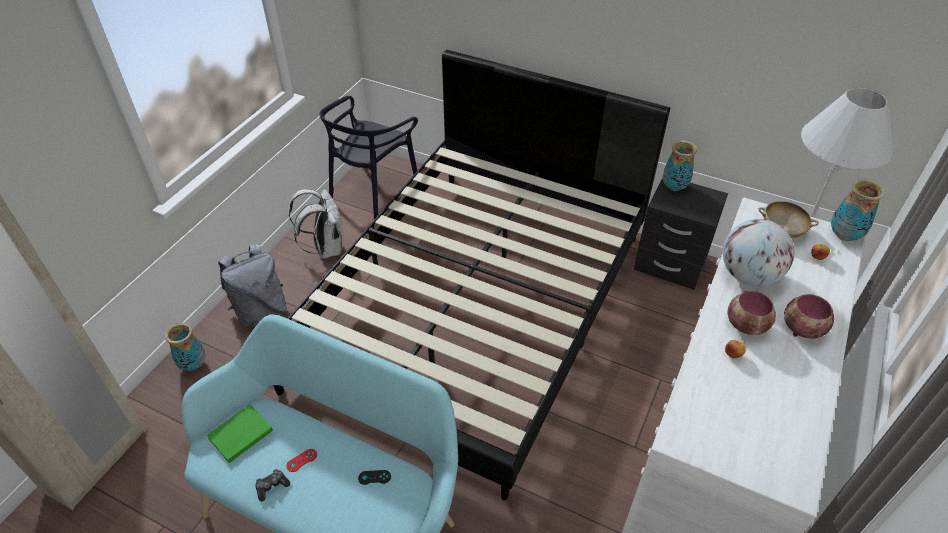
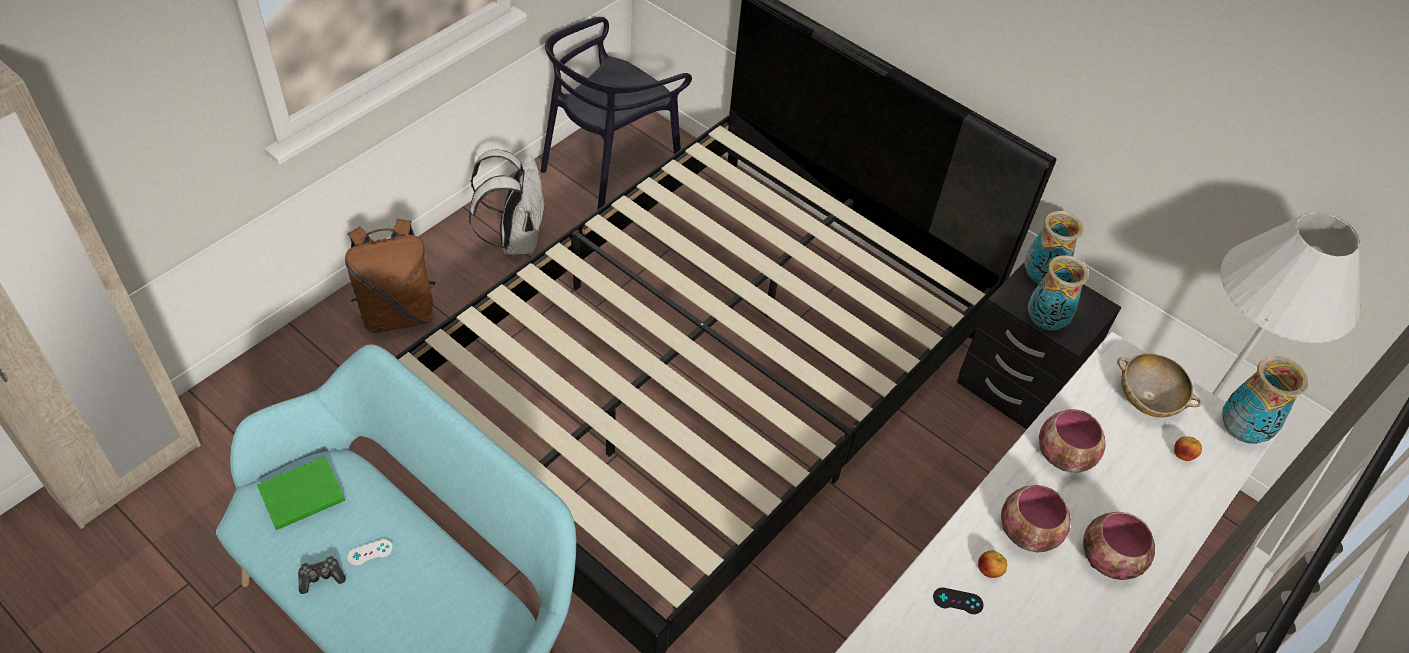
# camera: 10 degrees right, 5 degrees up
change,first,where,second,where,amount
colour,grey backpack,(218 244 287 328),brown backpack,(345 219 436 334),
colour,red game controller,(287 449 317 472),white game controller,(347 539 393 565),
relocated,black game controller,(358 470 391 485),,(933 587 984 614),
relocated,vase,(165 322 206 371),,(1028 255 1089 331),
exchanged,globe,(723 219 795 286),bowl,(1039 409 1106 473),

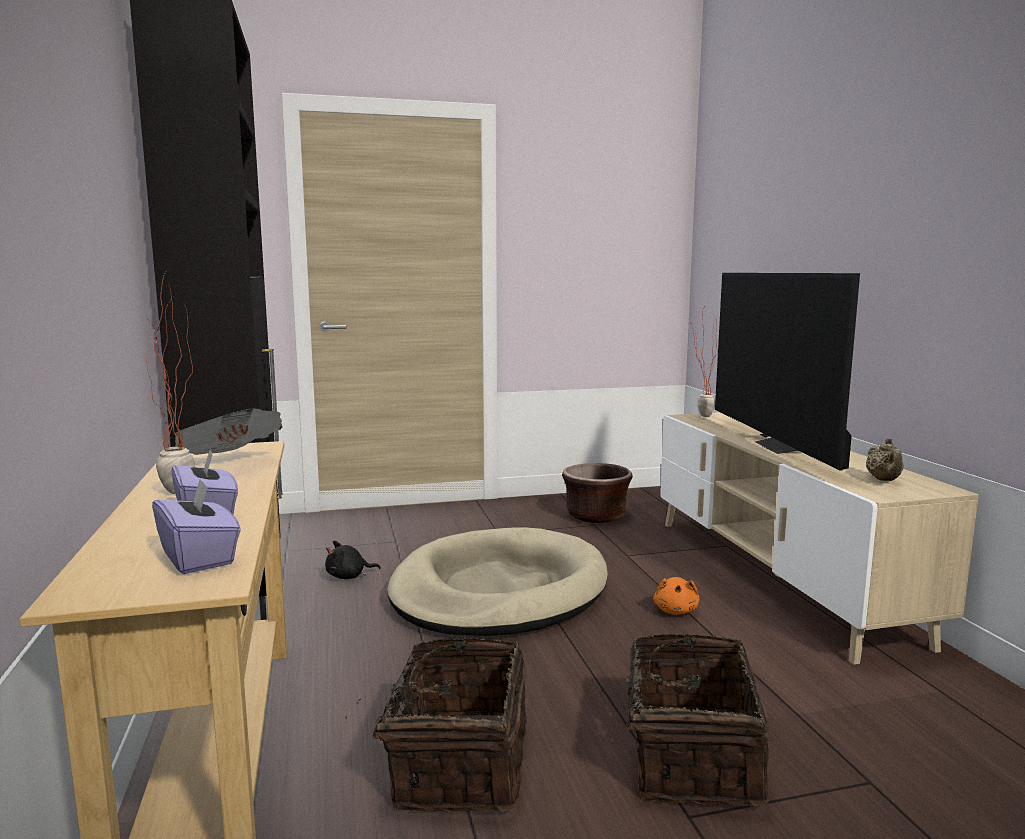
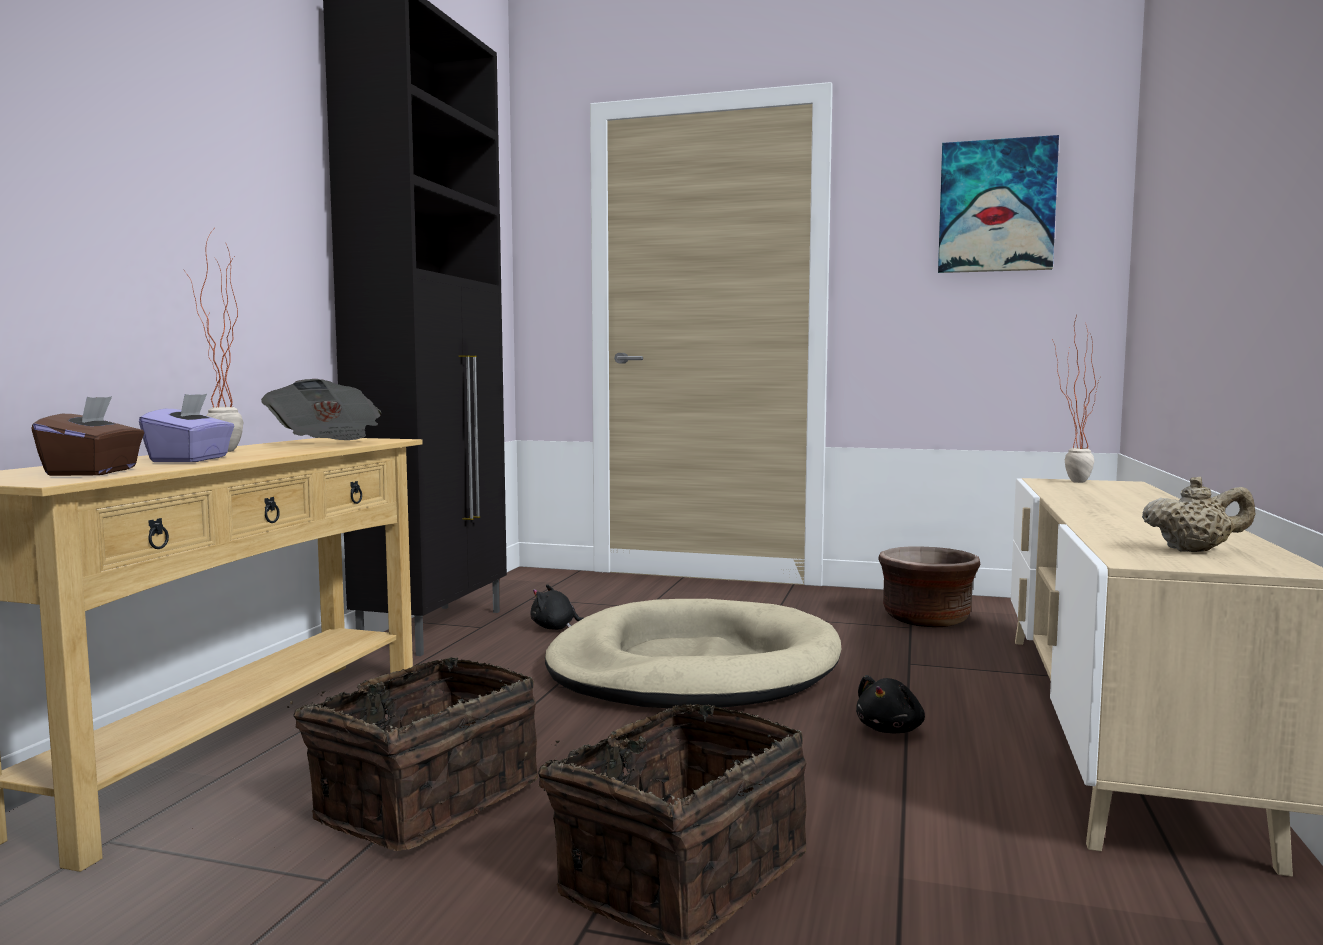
# camera: 30 degrees right, 5 degrees down
change,first,where,second,where,amount
colour,purple tissue box,(152 477 241 574),brown tissue box,(31 396 144 476),
colour,orange plush toy,(653 577 699 615),black plush toy,(856 675 925 733),
appeared,,,picture,(938 135 1059 273),
spun,beige teapot,(866 438 904 481),,(1142 477 1255 552),120 degrees counterclockwise
missing,television,(715 273 860 471),,,

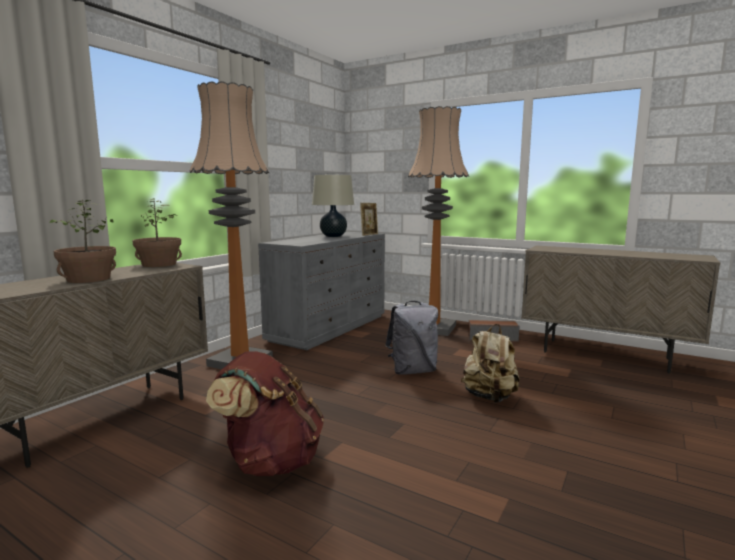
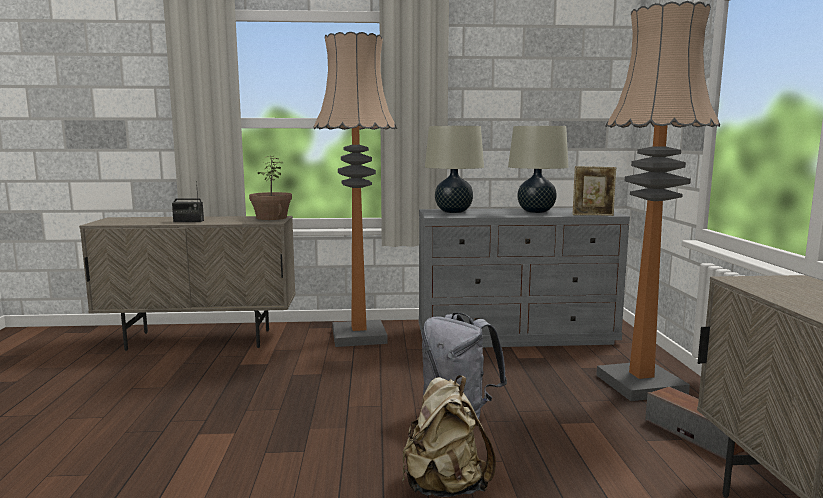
# camera: 55 degrees right, 0 degrees up
change,first,where,second,where,amount
exchanged,potted plant,(50 200 116 283),radio,(172 181 204 222),
appeared,,,beige table lamp,(425 126 484 213),
missing,brown backpack,(206 351 324 476),,,

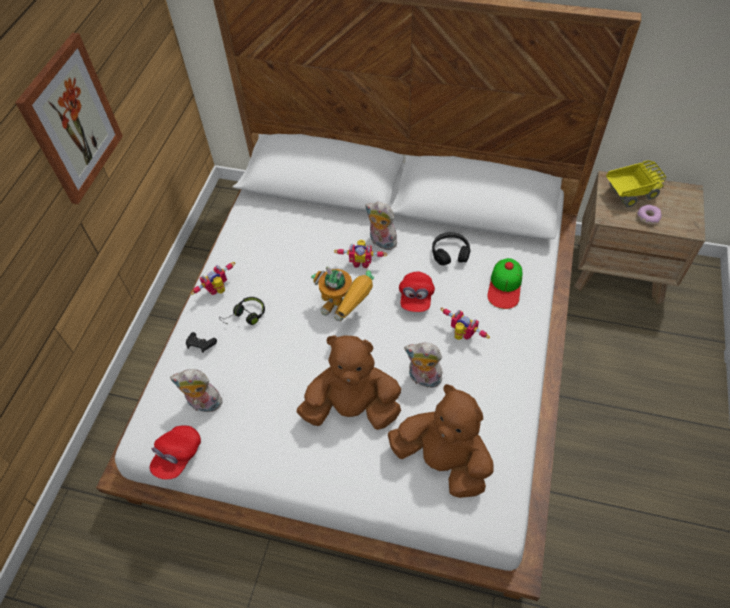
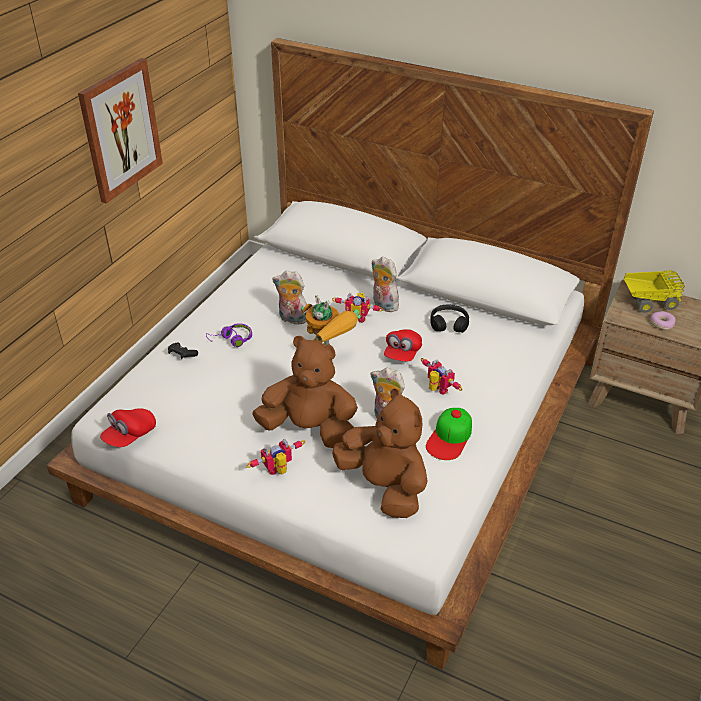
# camera: 10 degrees right, 15 degrees down
change,first,where,second,where,amount
colour,black headphones,(219 297 265 325),purple headphones,(206 323 252 347),
relocated,toy robot,(190 262 235 295),,(246 439 305 475),
relocated,plush toy,(170 369 224 413),,(272 270 307 324),
relocated,cap,(488 258 522 309),,(426 408 472 460),

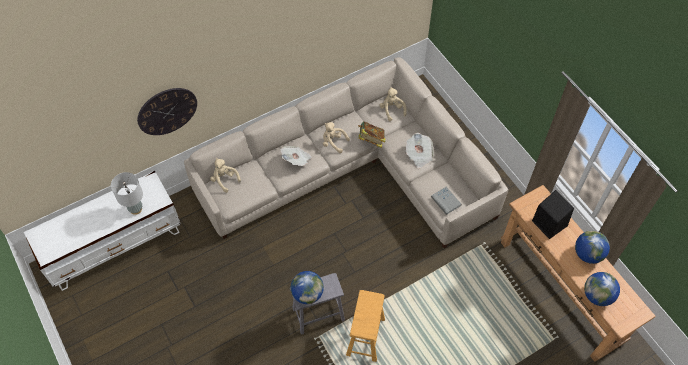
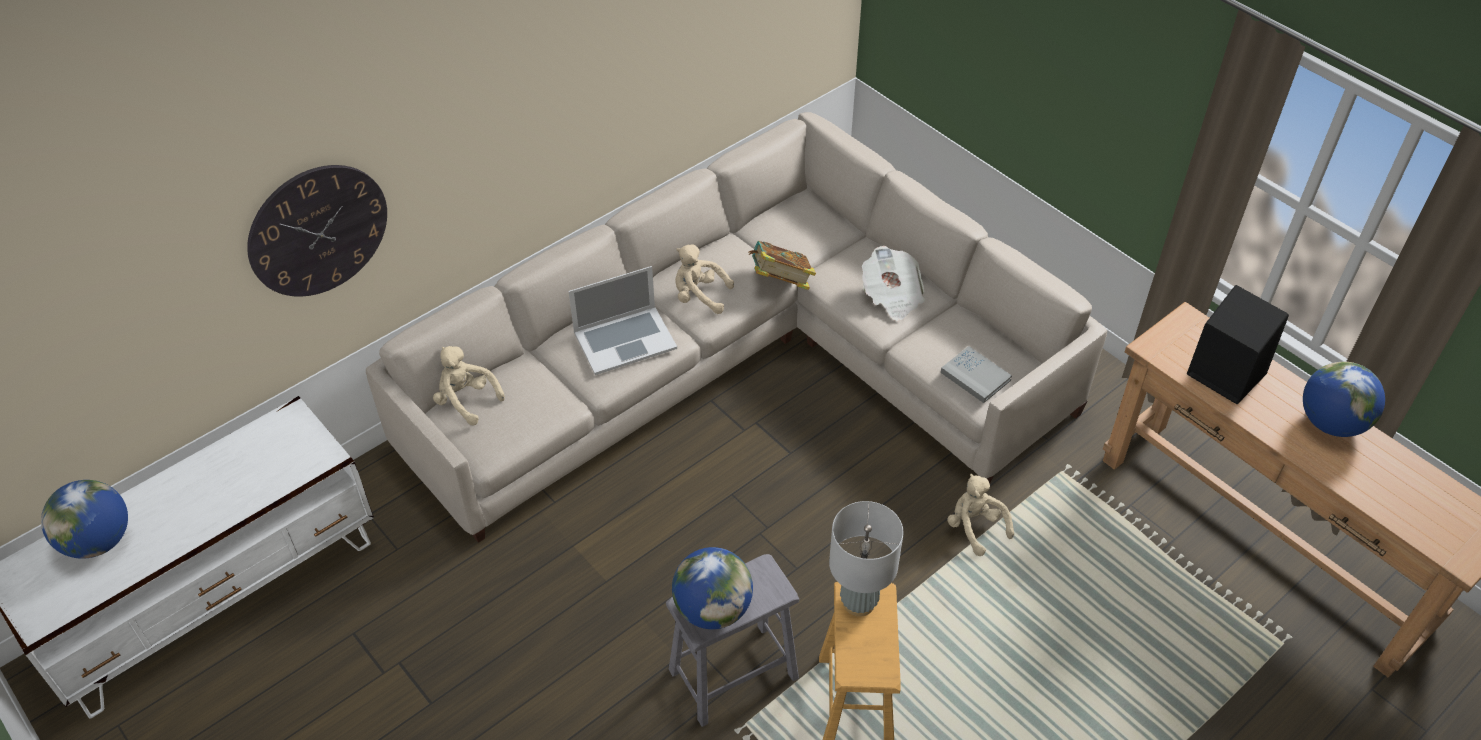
# camera: 10 degrees left, 10 degrees down
change,first,where,second,where,amount
relocated,globe,(584 272 620 306),,(41 480 128 559),
exchanged,newspaper,(280 146 312 166),laptop,(569 266 677 375),
relocated,grey table lamp,(111 172 143 215),,(829 501 903 617),
relocated,beige plush toy,(380 88 406 121),,(947 474 1014 556),

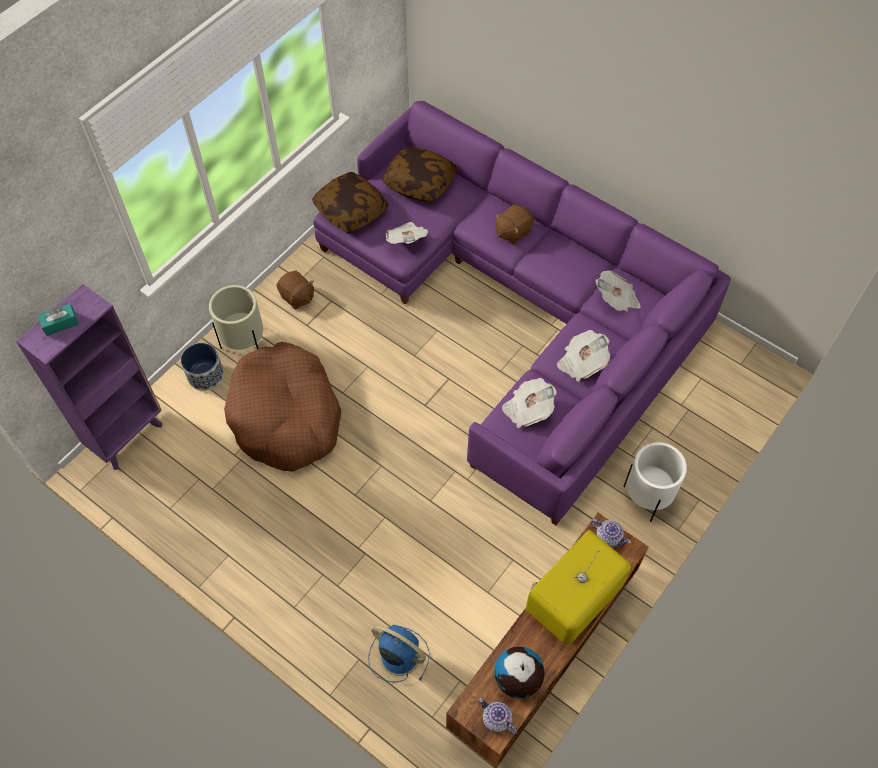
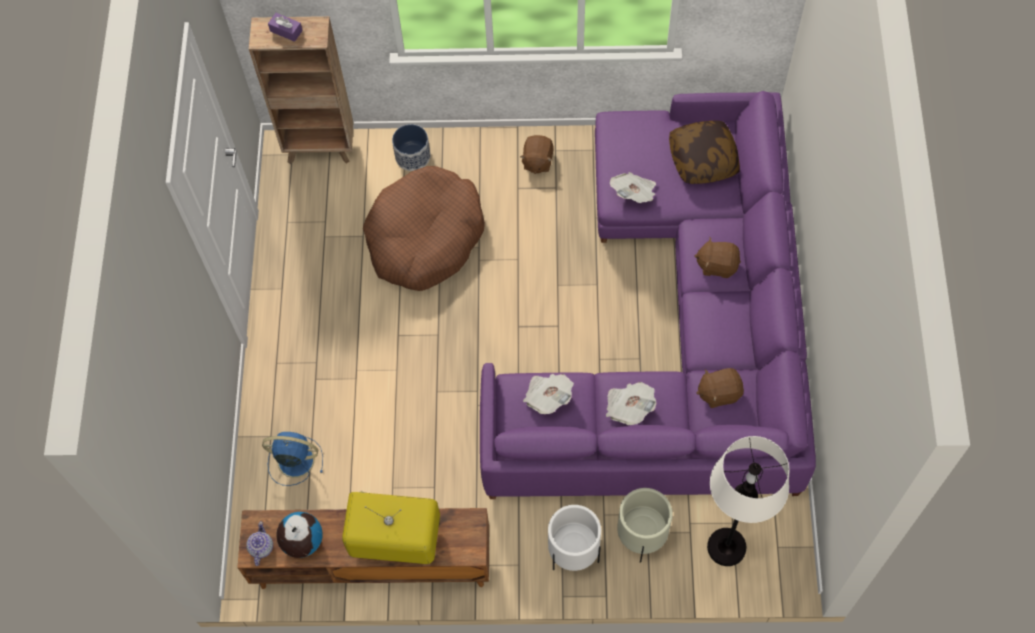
# camera: 55 degrees right, 5 degrees up
change,first,where,second,where,amount
colour,purple bookcase,(16 284 162 470),brown bookcase,(249 16 353 164),
spun,blue fan,(368 625 430 682),,(262 432 323 486),75 degrees counterclockwise
colour,turquoise tissue box,(38 304 79 336),purple tissue box,(268 13 303 42),
relocated,beige planter,(209 285 263 350),,(617 488 673 563),
exchanged,newspaper,(596 270 641 312),brown plush toy,(696 368 744 408),
appeared,,,white floor lamp,(707 436 790 566),
missing,pillow,(312 172 388 233),,,
missing,teapot,(591 519 631 547),,,

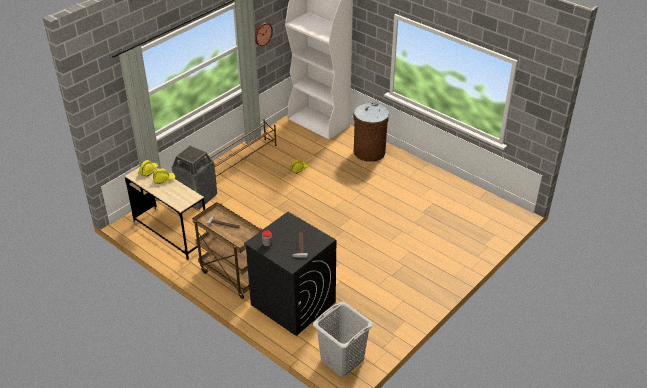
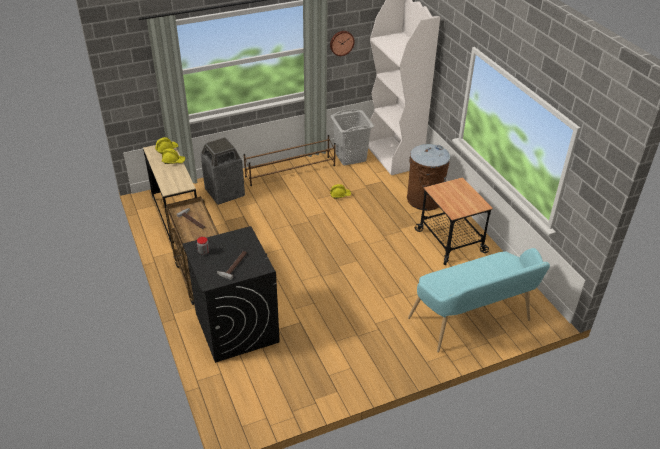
# camera: 25 degrees right, 0 degrees up
change,first,where,second,where,amount
relocated,grey laundry basket,(313 302 374 377),,(330 109 374 165),
appeared,,,turquoise bench,(408 248 550 352),
appeared,,,cart,(415 177 493 265),

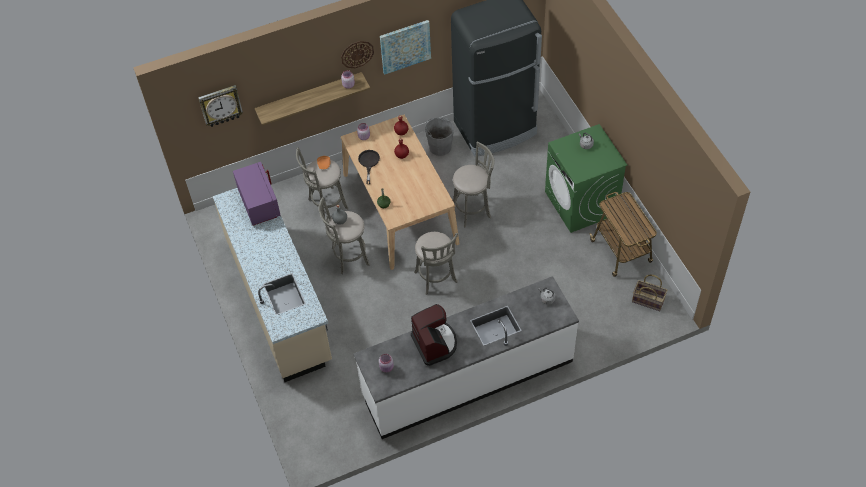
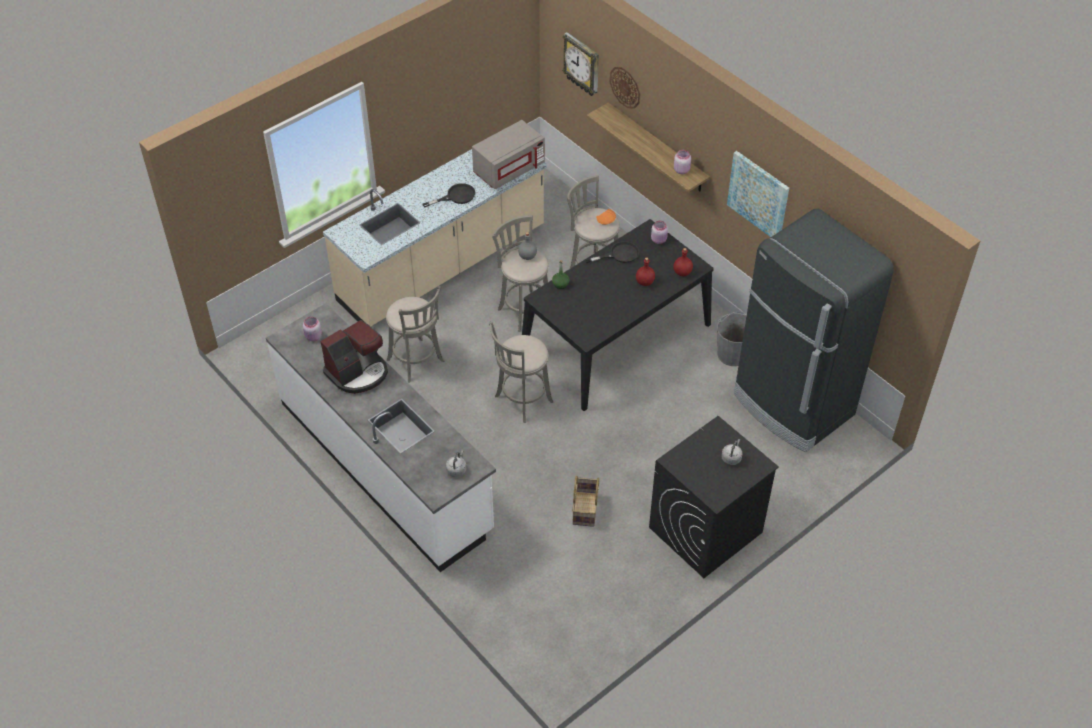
# camera: 70 degrees right, 5 degrees down
change,first,where,second,where,amount
relocated,grey stool,(453 142 494 228),,(386 286 444 383),
appeared,,,black frying pan,(423 183 475 207),
colour,purple microwave,(233 162 281 225),grey microwave,(472 120 545 189),
colour,beige dining table,(341 115 460 270),black dining table,(522 219 714 411),
relocated,basket,(632 275 667 311),,(572 476 599 527),
relocated,wall clock,(341 41 374 68),,(609 67 640 109),
colour,green washing machine,(545 124 627 233),black washing machine,(649 416 779 578),
missing,cart,(590 192 657 277),,,

